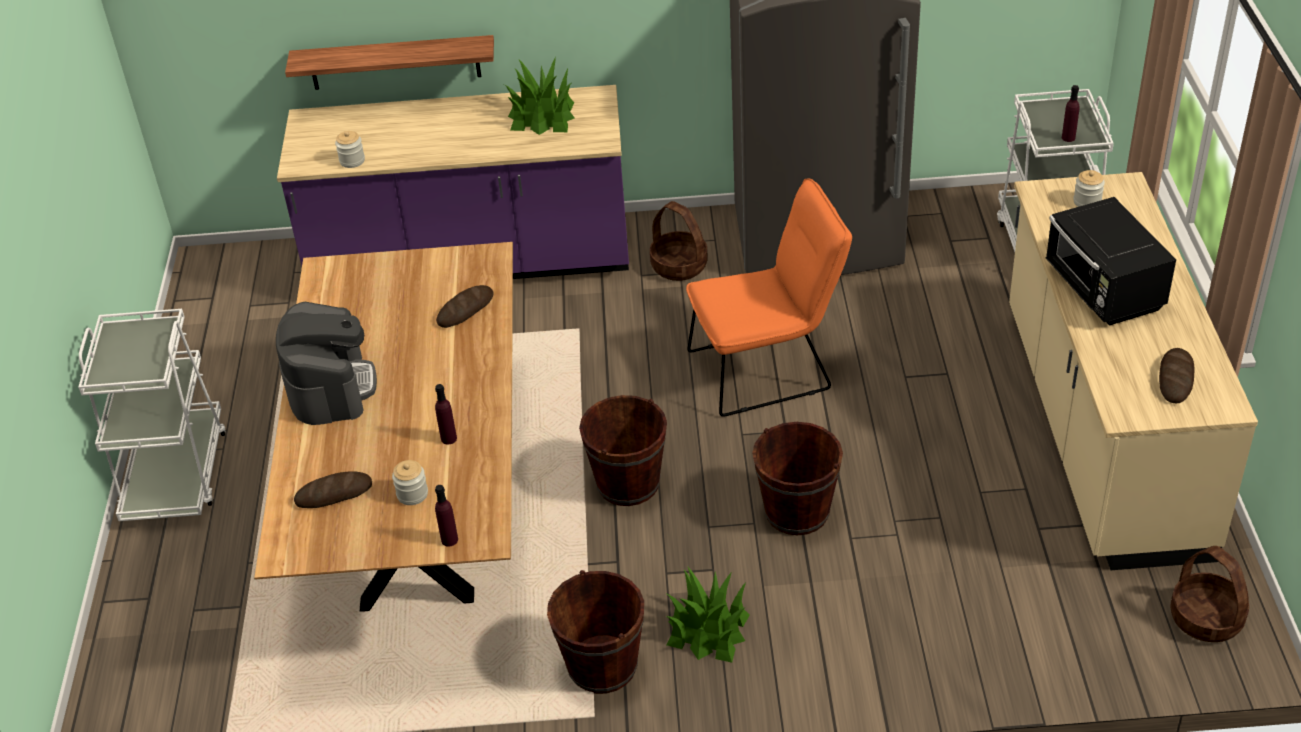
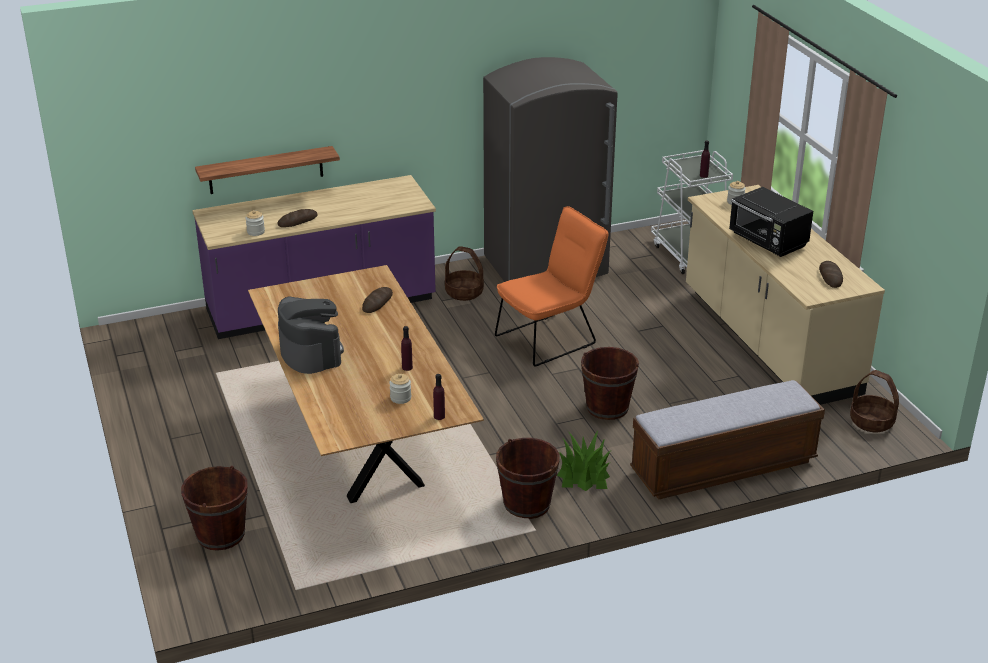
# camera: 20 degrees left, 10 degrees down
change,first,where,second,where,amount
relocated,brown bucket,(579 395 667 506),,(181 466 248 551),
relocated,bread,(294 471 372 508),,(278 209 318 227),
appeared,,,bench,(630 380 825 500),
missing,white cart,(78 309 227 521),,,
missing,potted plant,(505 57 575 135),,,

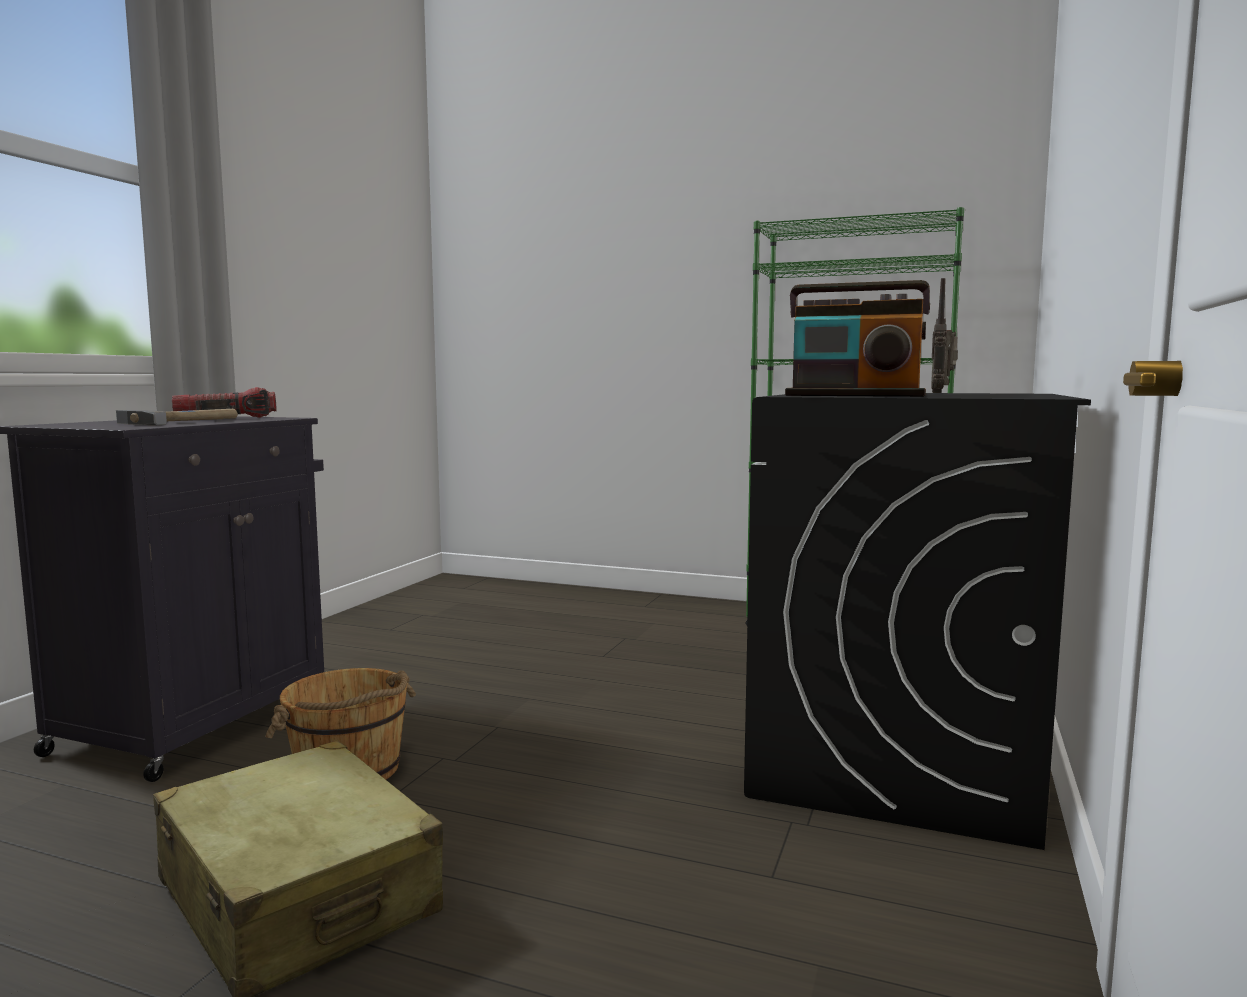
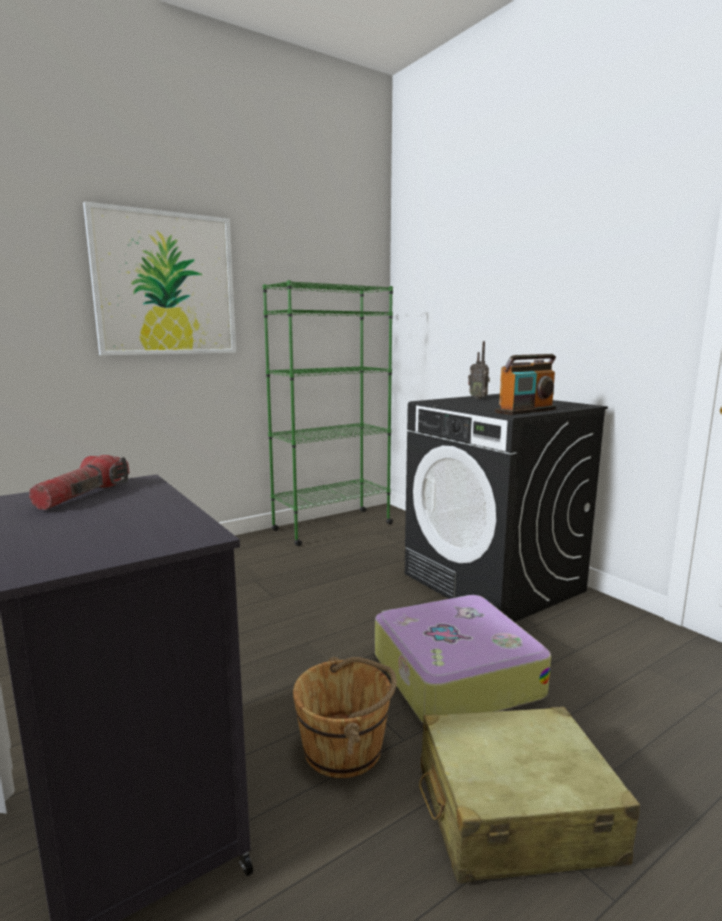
# camera: 55 degrees left, 5 degrees up
change,first,where,second,where,amount
appeared,,,picture,(83 201 236 356),
appeared,,,suitcase,(375 595 551 723),
missing,hammer,(116 409 238 425),,,

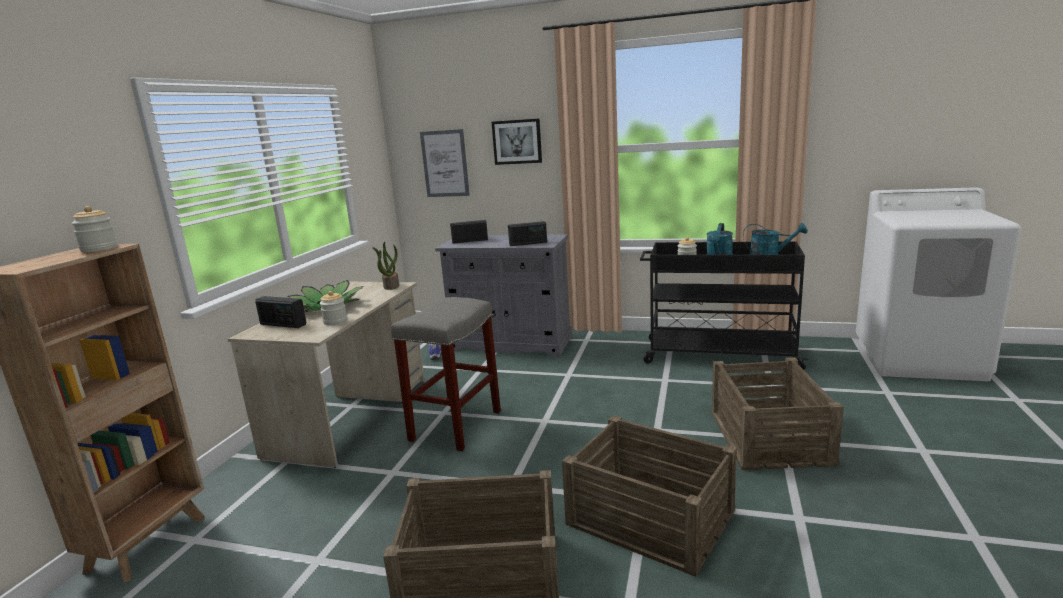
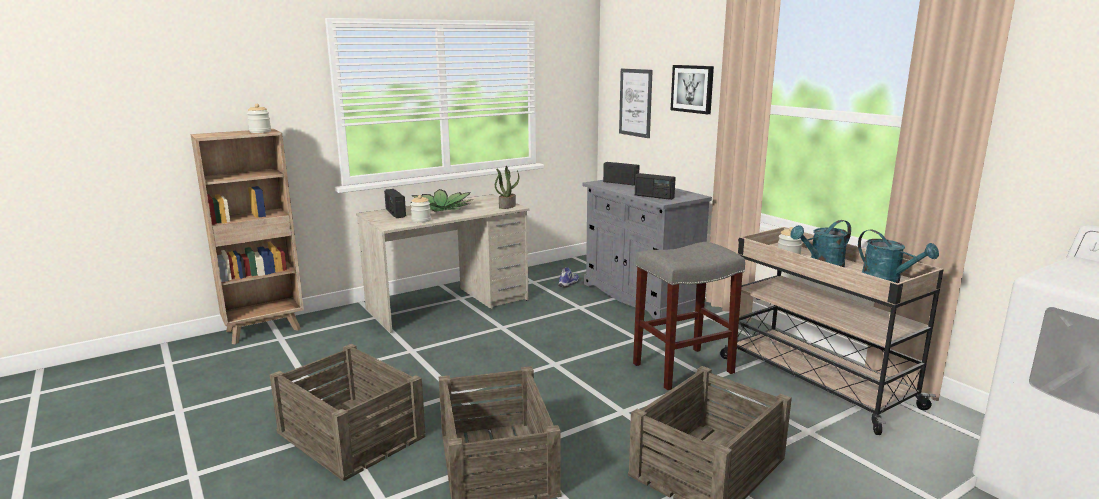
# camera: 40 degrees right, 0 degrees up
change,first,where,second,where,amount
relocated,grey stool,(391 297 501 451),,(633 242 745 390),
colour,black cart,(640 241 808 370),beige cart,(720 227 943 435),

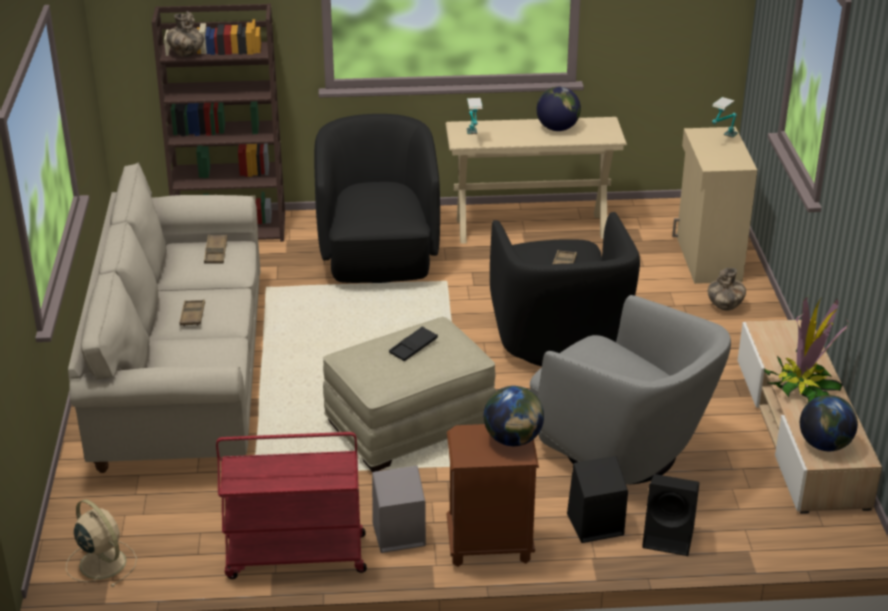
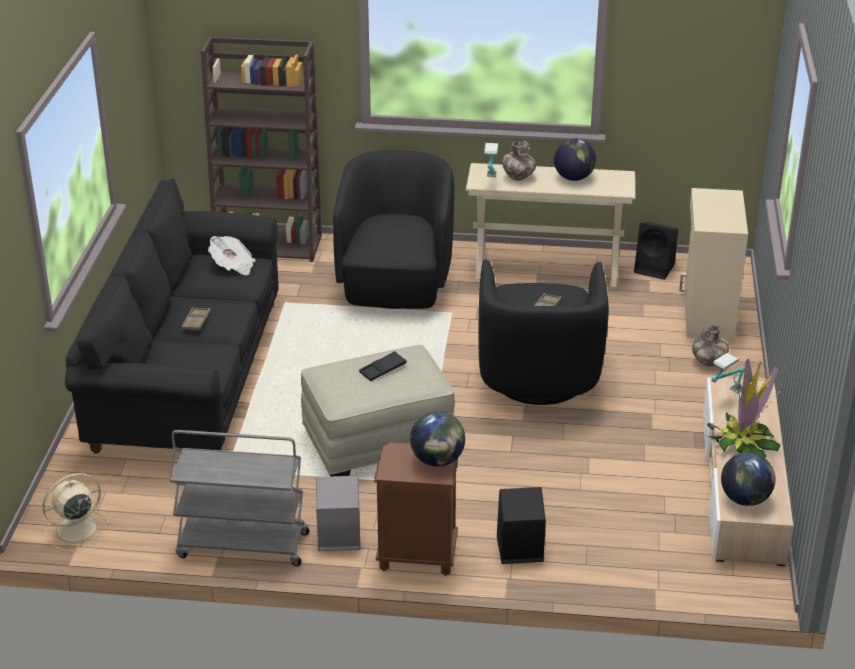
# camera: 10 degrees right, 0 degrees up
change,first,where,second,where,amount
spun,beige fan,(66 499 137 587),,(42 473 110 551),90 degrees counterclockwise
colour,beige sofa,(68 162 260 473),black sofa,(65 178 279 454),
colour,red cart,(216 432 367 579),grey cart,(169 430 310 566),
exchanged,brown tray,(204 235 227 263),newspaper,(208 236 255 275),
relocated,vase,(166 11 204 57),,(502 140 536 181),
relocated,black speaker,(642 474 699 556),,(634 222 678 280),
relocated,table lamp,(712 97 738 138),,(712 353 745 393),
missing,grey armchair,(530 295 731 485),,,

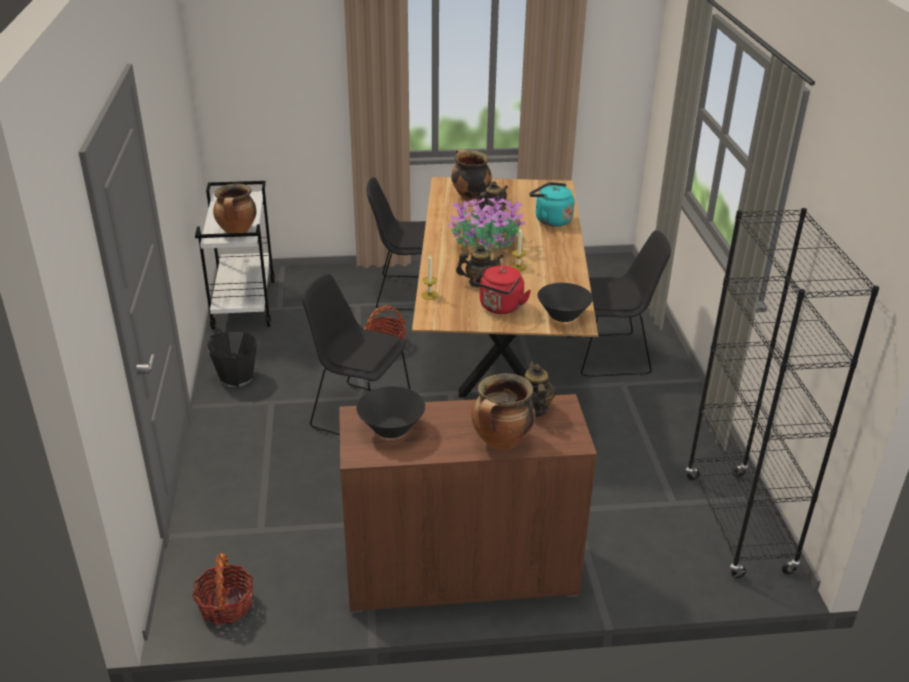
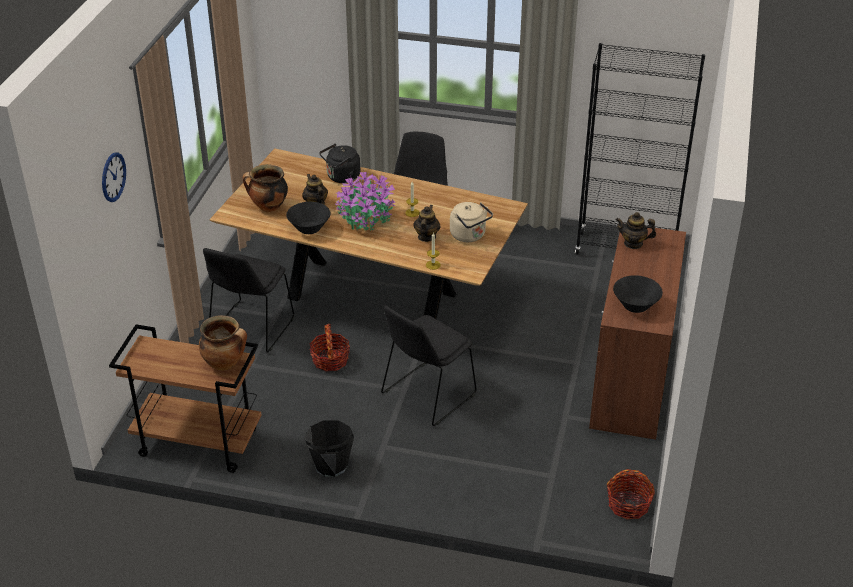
# camera: 70 degrees left, 5 degrees up
change,first,where,second,where,amount
appeared,,,wall clock,(102 152 126 202),
colour,white cart,(195 181 275 329),brown cart,(109 324 261 473),
relocated,black bowl,(537 283 593 322),,(286 202 331 234),
colour,turquoise kettle,(529 182 575 226),black kettle,(319 144 360 183),
colour,red kettle,(473 265 531 314),beige kettle,(450 202 493 242),
missing,cooking pot,(471 373 536 451),,,

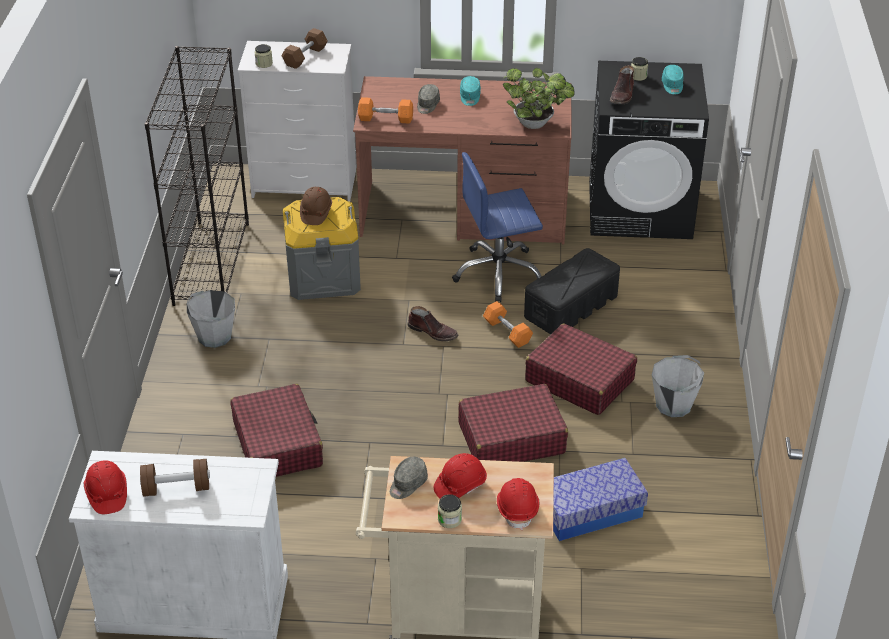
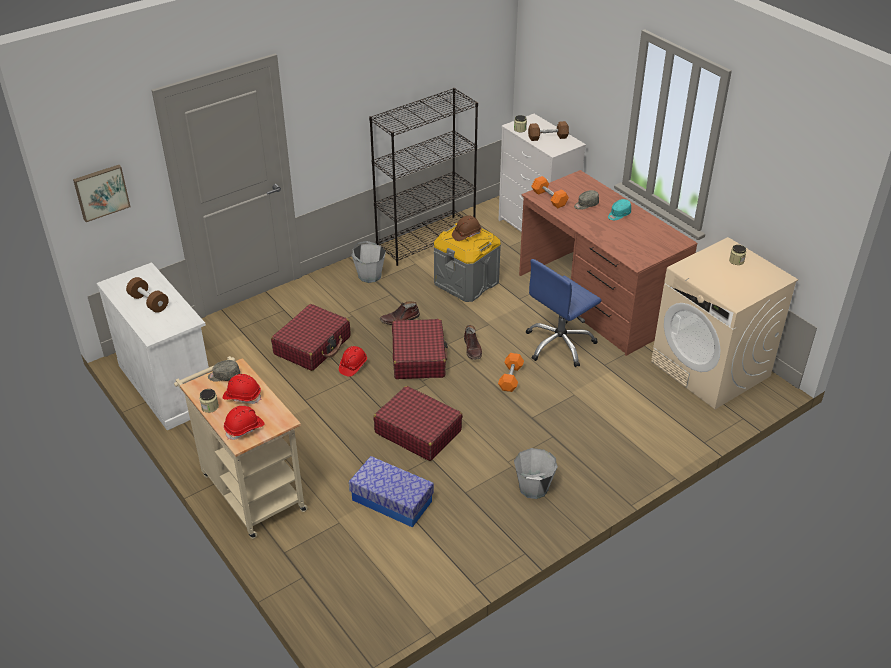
# camera: 50 degrees right, 0 degrees up
change,first,where,second,where,amount
appeared,,,picture,(73 165 130 222),
relocated,red hard hat,(84 461 127 514),,(339 346 367 377),
relocated,brown boot,(610 65 634 104),,(380 302 420 325),
relocated,red suitcase,(525 324 637 415),,(392 319 448 379),
spun,blue office chair,(452 152 543 302),,(526 259 601 367),75 degrees counterclockwise
colour,black washing machine,(589 61 709 239),beige washing machine,(651 237 798 409),
missing,potted plant,(502 68 575 129),,,
missing,black storage box,(524 248 620 334),,,
missing,turquoise cap,(662 65 684 95),,,

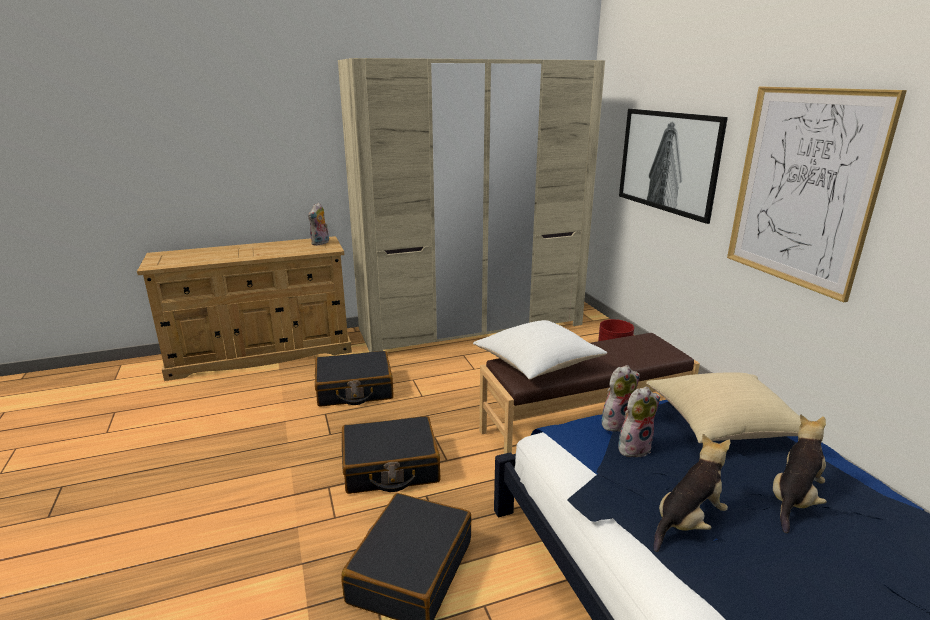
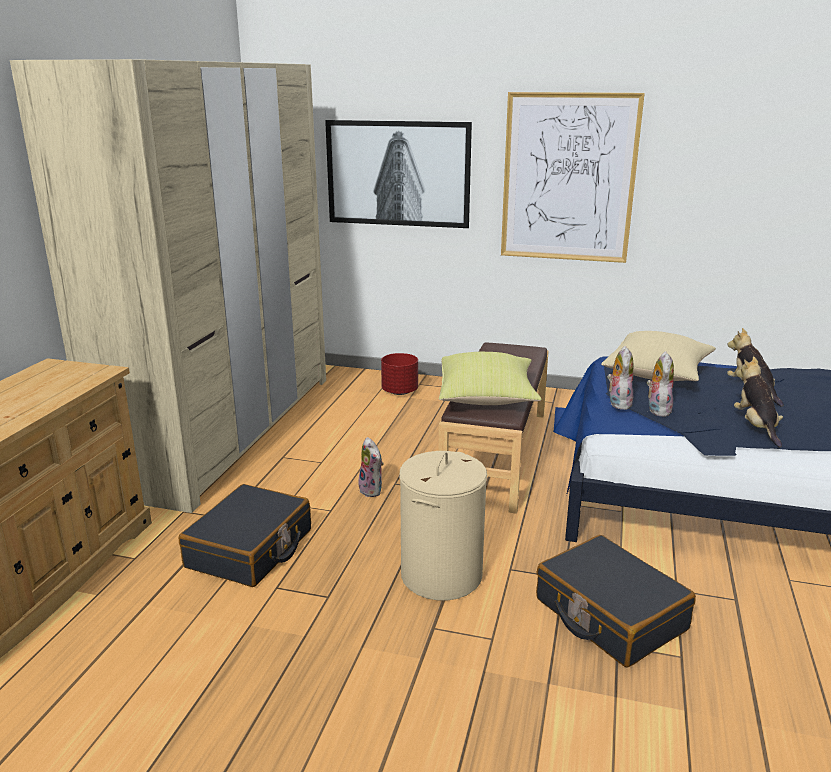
# camera: 55 degrees left, 0 degrees up
change,first,where,second,where,amount
relocated,plush toy,(308 203 329 246),,(358 437 384 497),
exchanged,black suitcase,(342 416 440 494),beige laundry basket,(400 451 487 600),
colour,white pillow,(473 320 607 380),yellow pillow,(439 352 541 405),

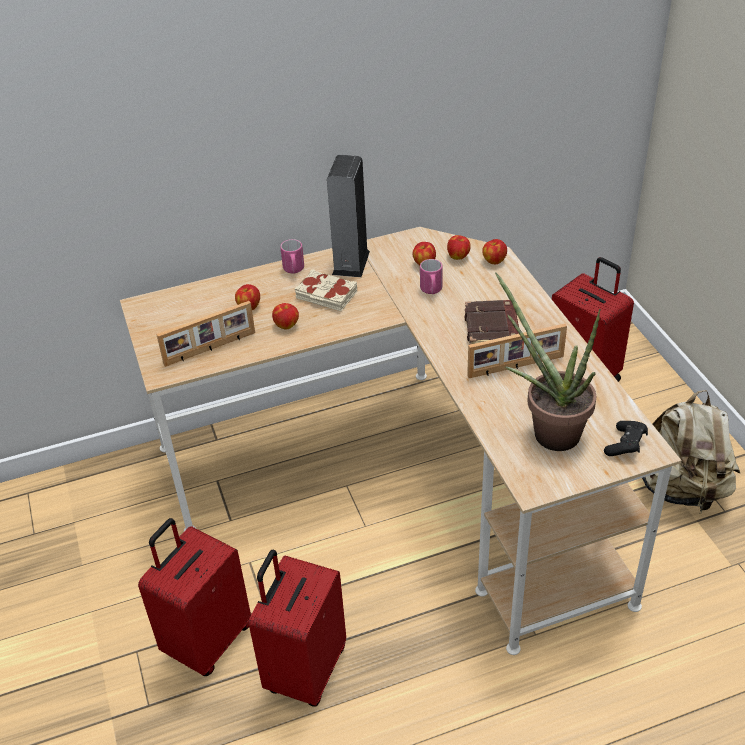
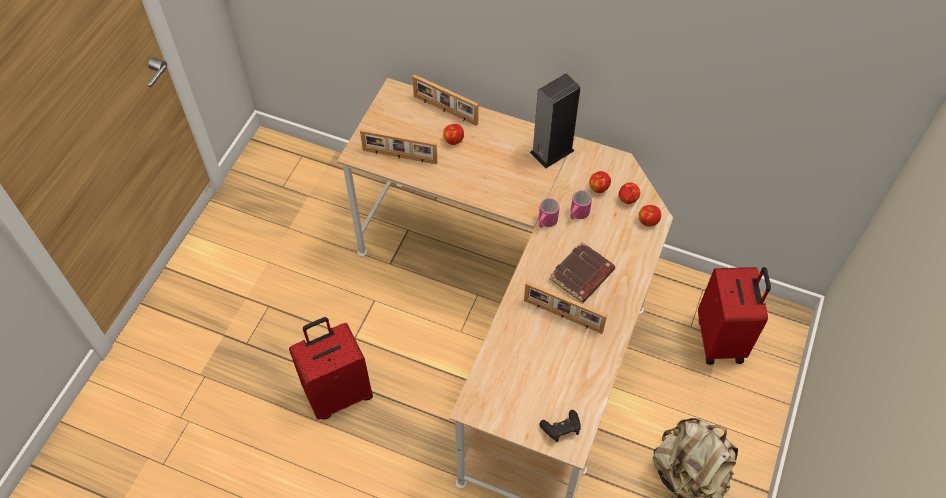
# camera: 40 degrees right, 15 degrees up
change,first,where,second,where,amount
appeared,,,picture frame,(412 74 478 126),
relocated,pink mug,(280 239 304 273),,(539 198 560 228),
missing,red suitcase,(138 518 251 676),,,
missing,apple,(272 303 299 330),,,
missing,beige book,(295 269 357 311),,,
missing,potted plant,(495 272 601 451),,,

